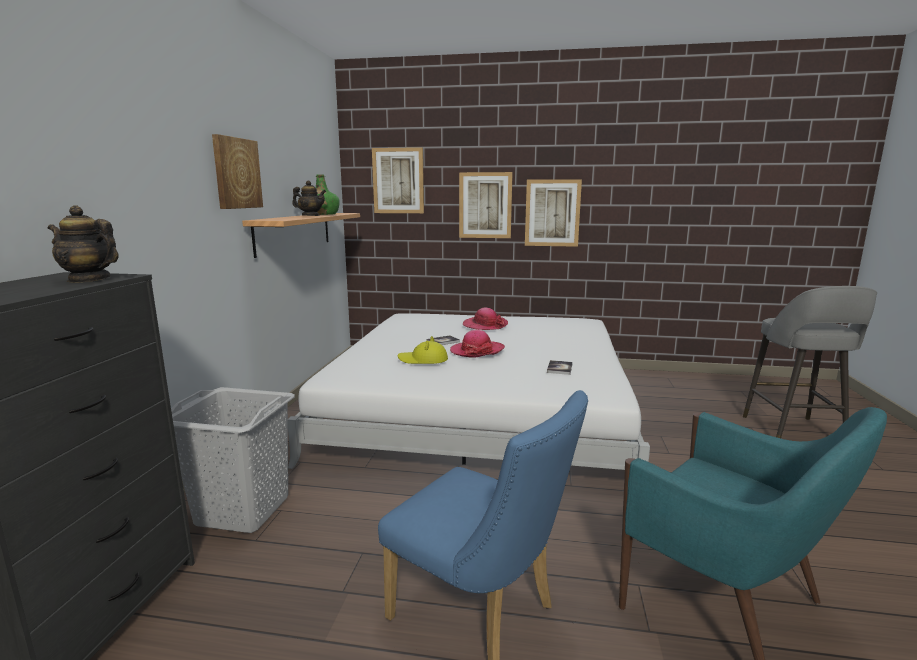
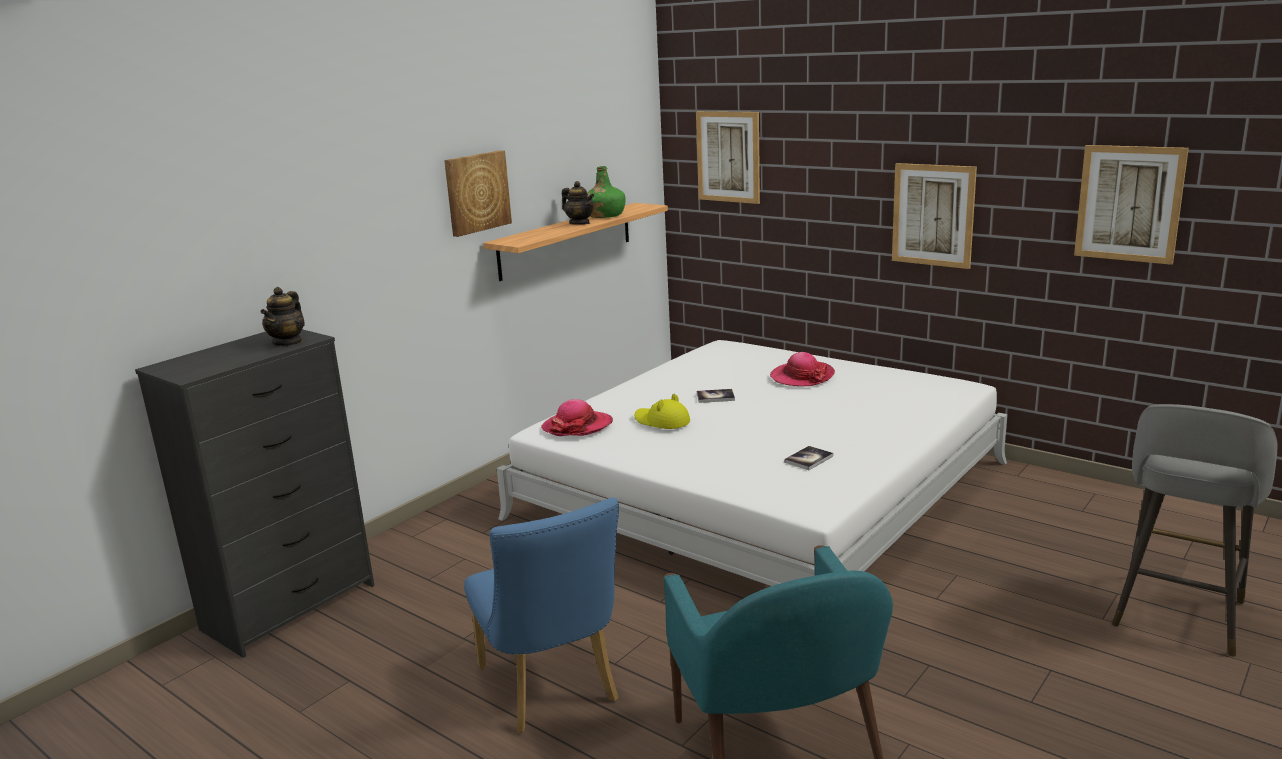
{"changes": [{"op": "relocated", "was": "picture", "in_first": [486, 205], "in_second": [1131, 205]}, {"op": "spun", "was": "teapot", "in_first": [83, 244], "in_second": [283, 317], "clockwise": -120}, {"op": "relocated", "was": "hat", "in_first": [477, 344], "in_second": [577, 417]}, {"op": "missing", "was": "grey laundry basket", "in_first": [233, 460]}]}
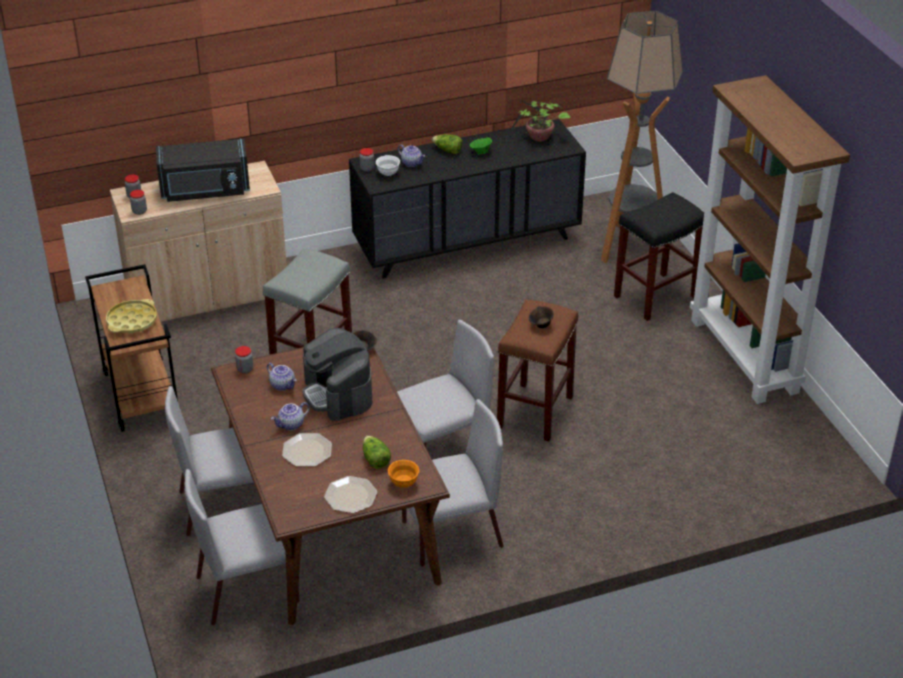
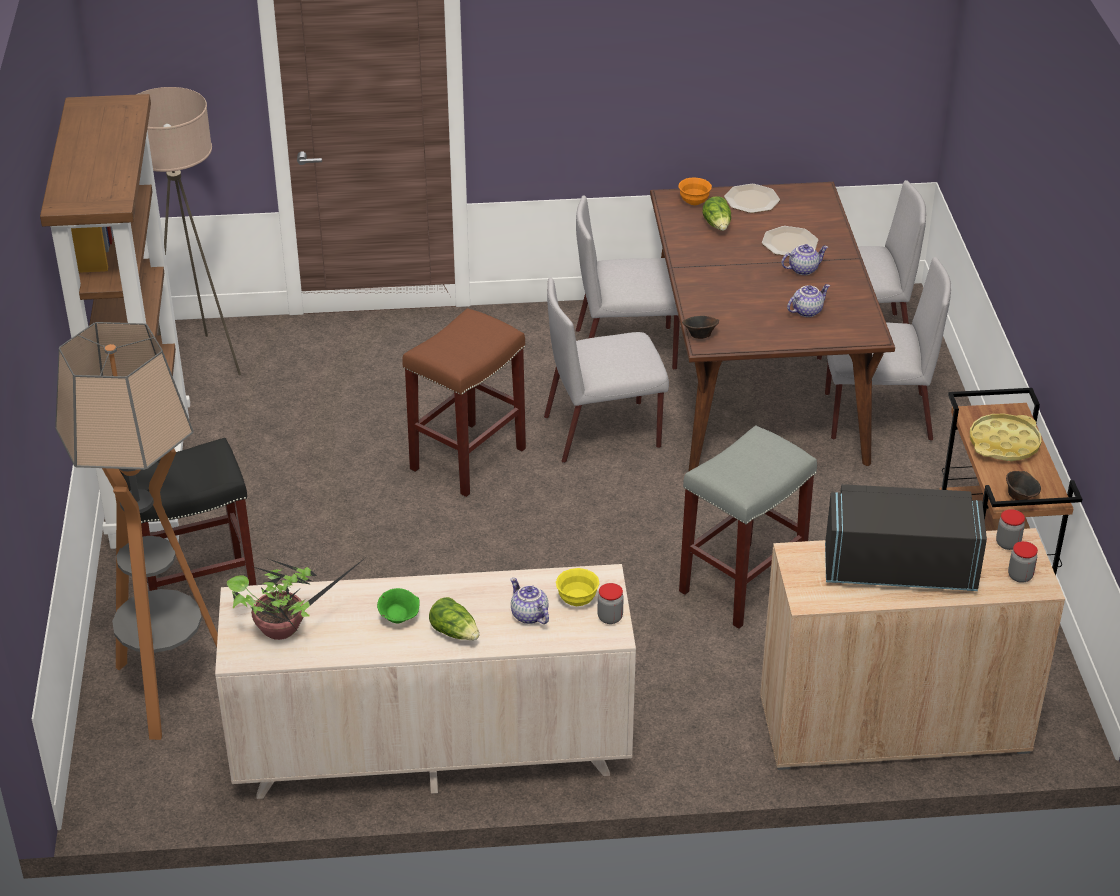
{"changes": [{"op": "colour", "was": "black dresser", "now": "beige dresser", "in_first": [467, 199], "in_second": [425, 681]}, {"op": "colour", "was": "white bowl", "now": "yellow bowl", "in_first": [388, 165], "in_second": [578, 587]}, {"op": "relocated", "was": "brown bowl", "in_first": [541, 317], "in_second": [1023, 485]}, {"op": "missing", "was": "coffee machine", "in_first": [337, 374]}, {"op": "missing", "was": "jar", "in_first": [244, 360]}, {"op": "spun", "was": "teapot", "in_first": [281, 377], "in_second": [808, 300], "clockwise": 90}, {"op": "appeared", "now": "beige floor lamp", "in_second": [188, 231]}]}
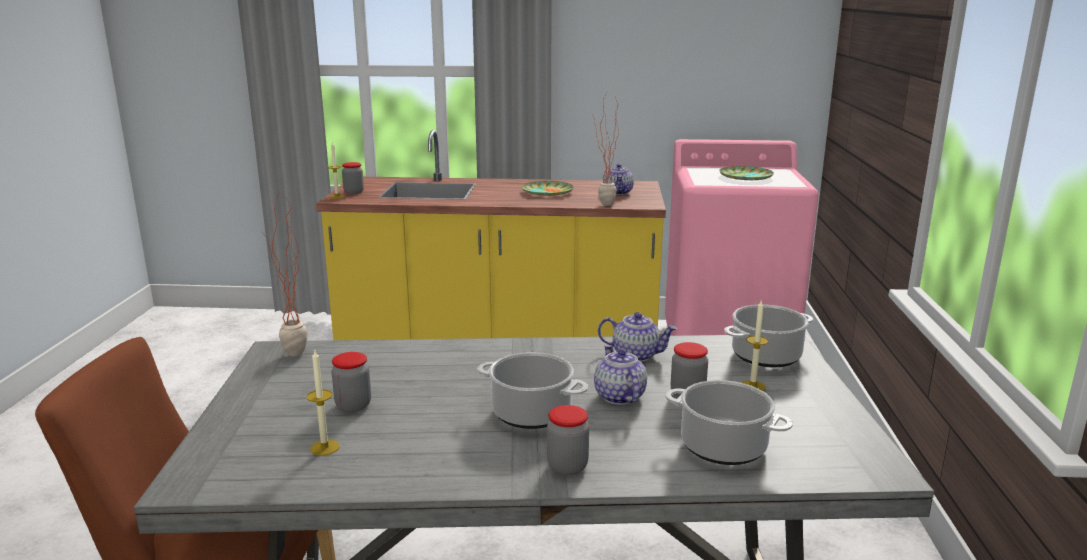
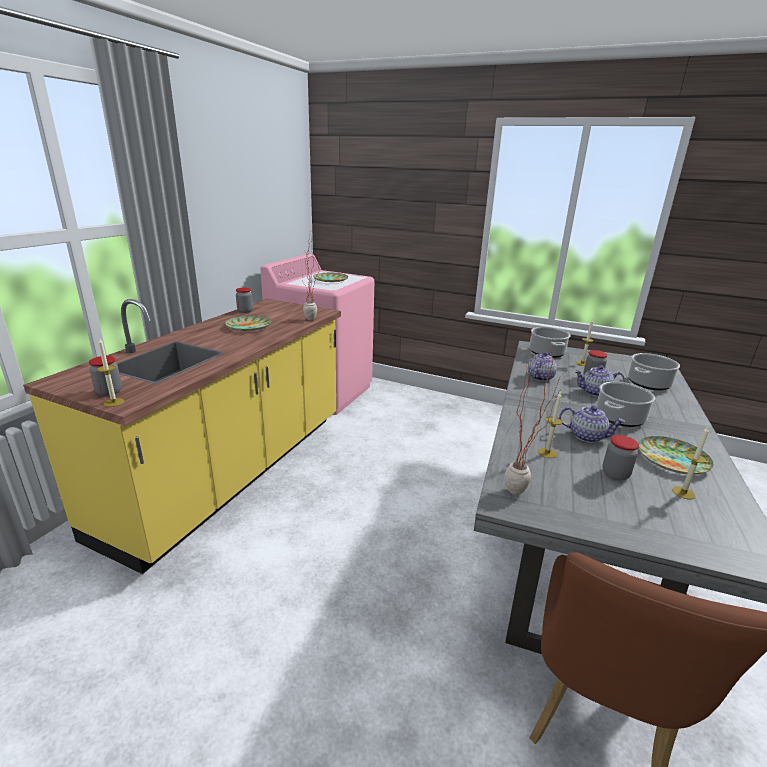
{"changes": [{"op": "relocated", "was": "teapot", "in_first": [619, 179], "in_second": [592, 424]}, {"op": "relocated", "was": "jar", "in_first": [568, 440], "in_second": [244, 300]}, {"op": "appeared", "now": "candle", "in_second": [550, 425]}, {"op": "appeared", "now": "plate", "in_second": [676, 455]}]}
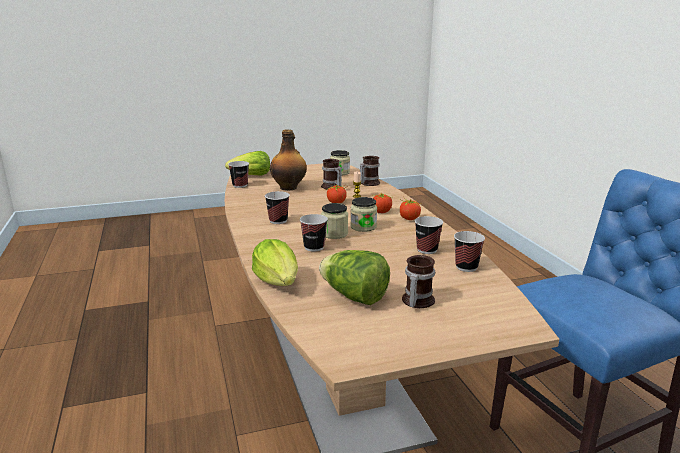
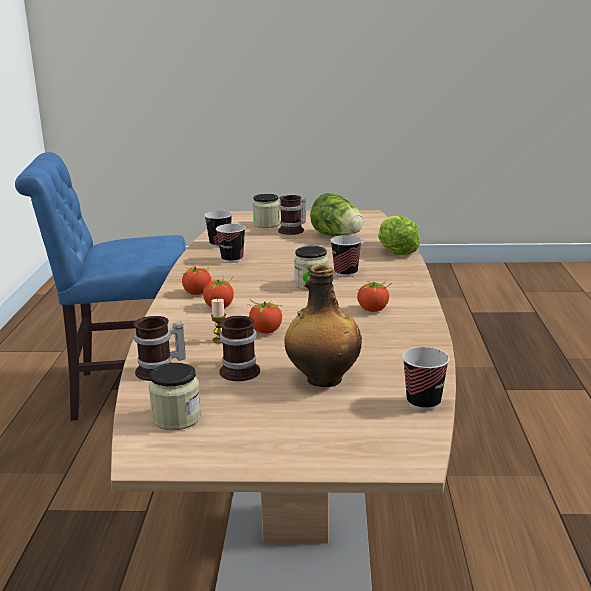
{"changes": [{"op": "missing", "was": "lettuce", "in_first": [247, 163]}, {"op": "exchanged", "was": "cup", "now": "tomato", "in_first": [277, 207], "in_second": [373, 296]}, {"op": "relocated", "was": "jar", "in_first": [363, 214], "in_second": [266, 211]}]}
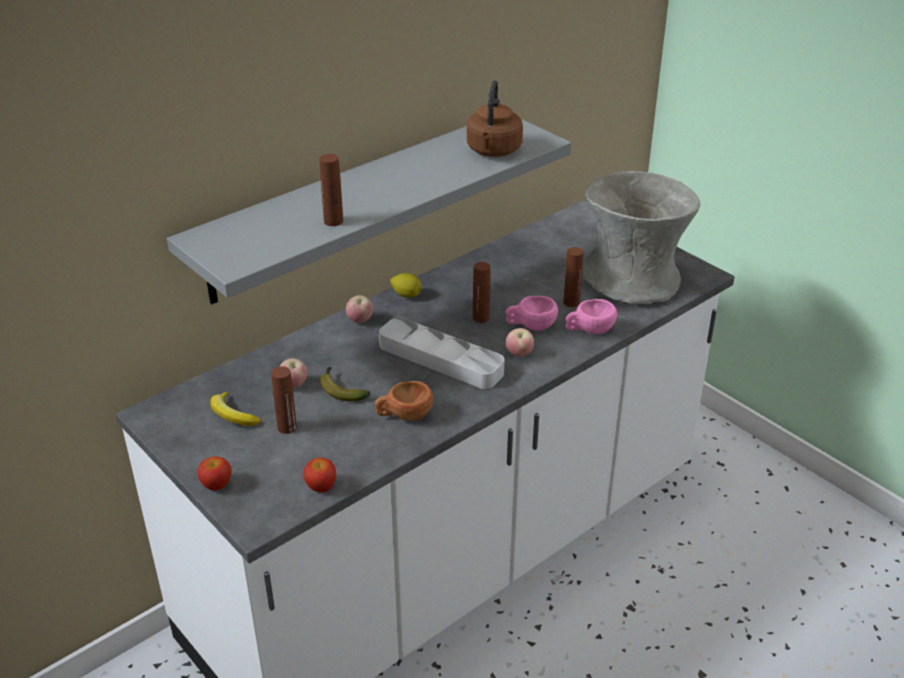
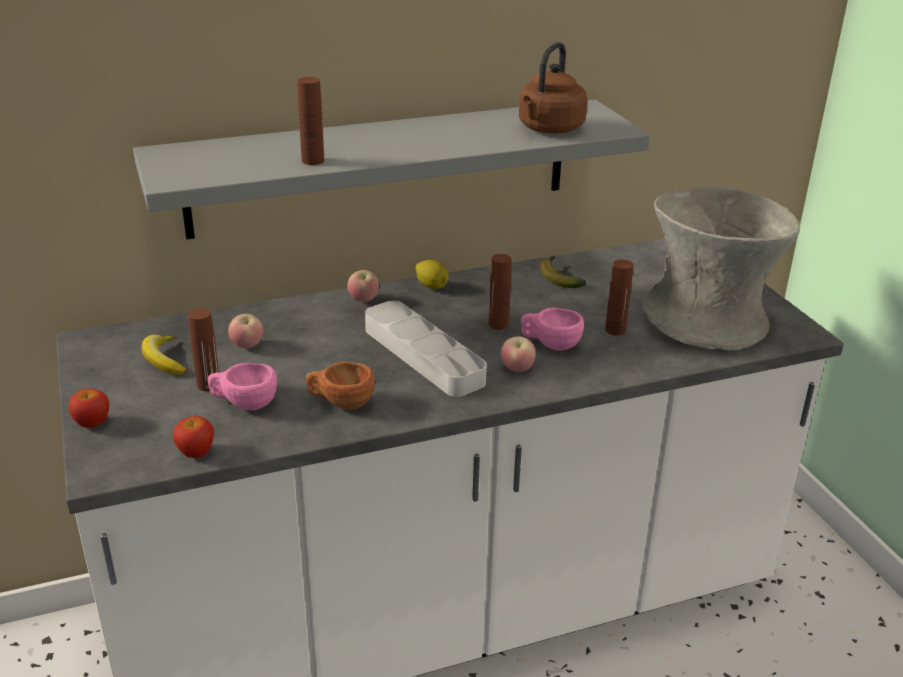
{"changes": [{"op": "relocated", "was": "pink cup", "in_first": [591, 316], "in_second": [242, 386]}, {"op": "relocated", "was": "banana", "in_first": [345, 384], "in_second": [563, 272]}]}
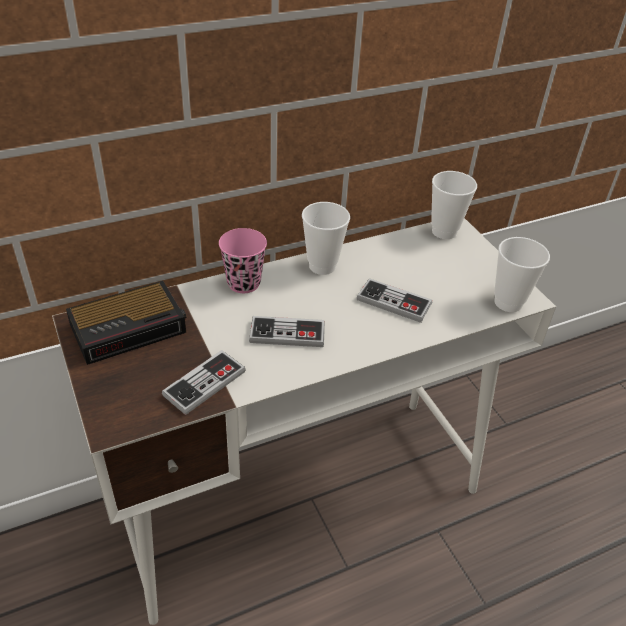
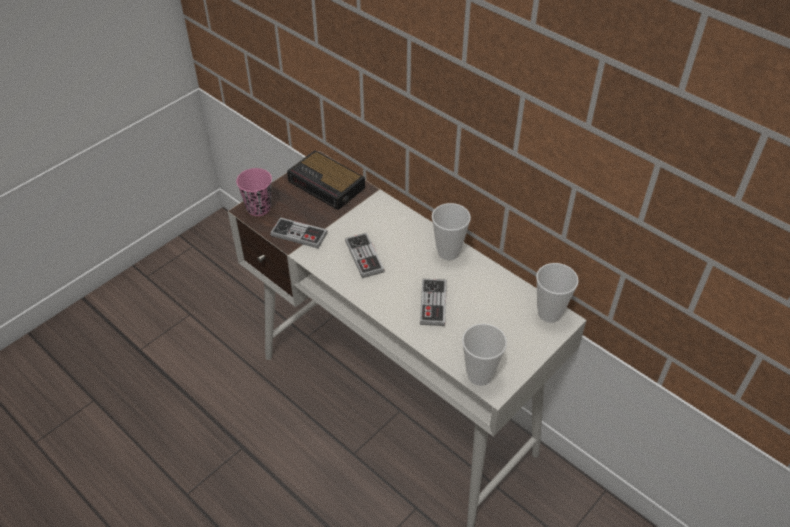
{"changes": [{"op": "relocated", "was": "pink cup", "in_first": [243, 260], "in_second": [254, 192]}]}
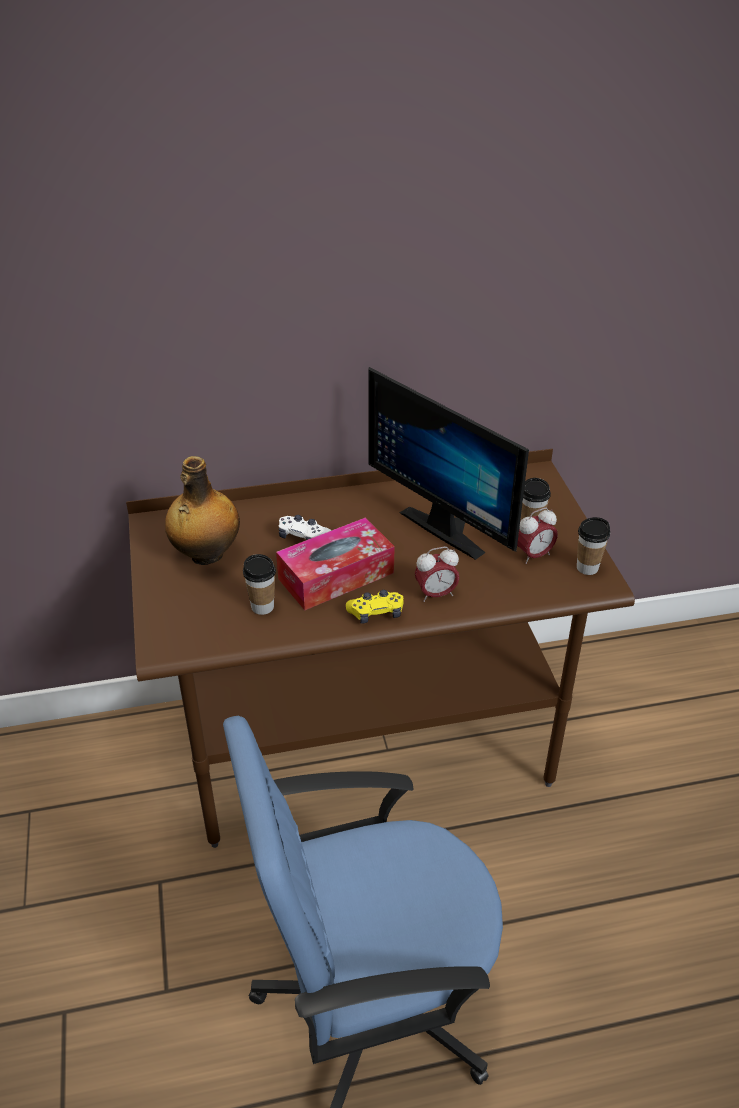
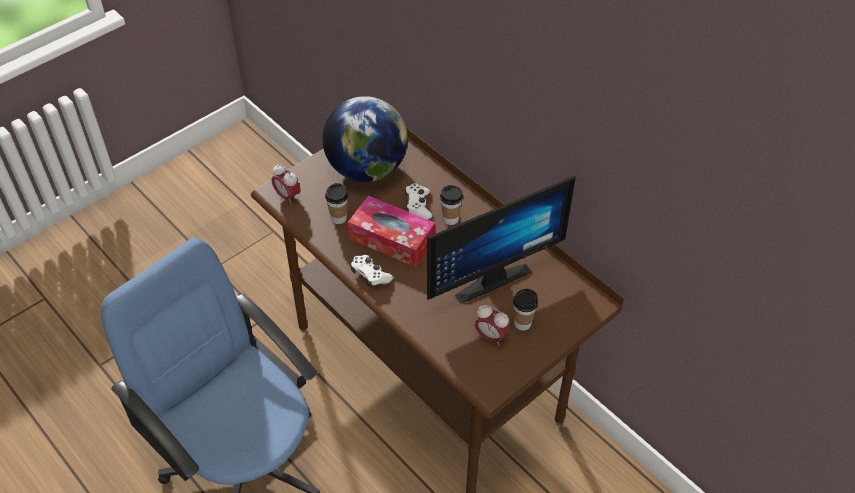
{"changes": [{"op": "spun", "was": "monitor", "in_first": [448, 463], "in_second": [501, 240], "clockwise": -135}, {"op": "exchanged", "was": "bottle", "now": "globe", "in_first": [202, 510], "in_second": [365, 139]}, {"op": "relocated", "was": "cup", "in_first": [593, 546], "in_second": [451, 205]}, {"op": "relocated", "was": "alarm clock", "in_first": [437, 574], "in_second": [286, 184]}, {"op": "colour", "was": "yellow game controller", "now": "white game controller", "in_first": [375, 607], "in_second": [372, 271]}]}
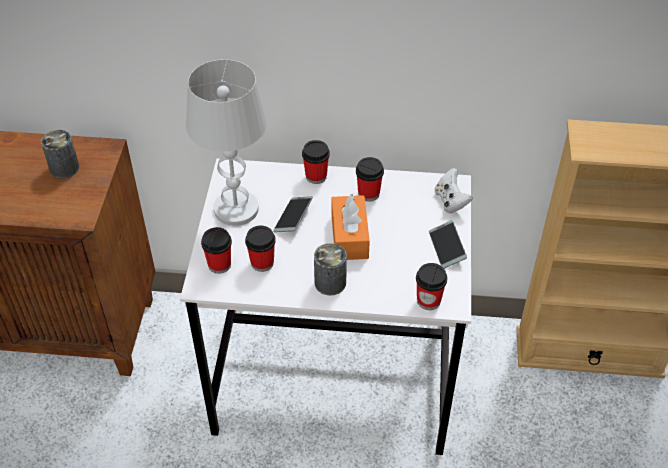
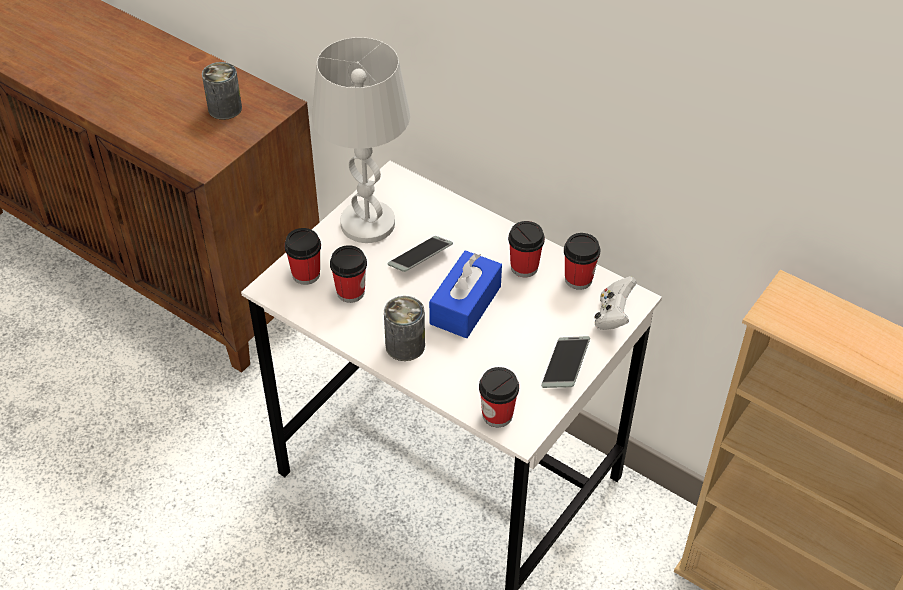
{"changes": [{"op": "relocated", "was": "cup", "in_first": [316, 162], "in_second": [582, 261]}, {"op": "colour", "was": "orange tissue box", "now": "blue tissue box", "in_first": [351, 227], "in_second": [465, 294]}]}
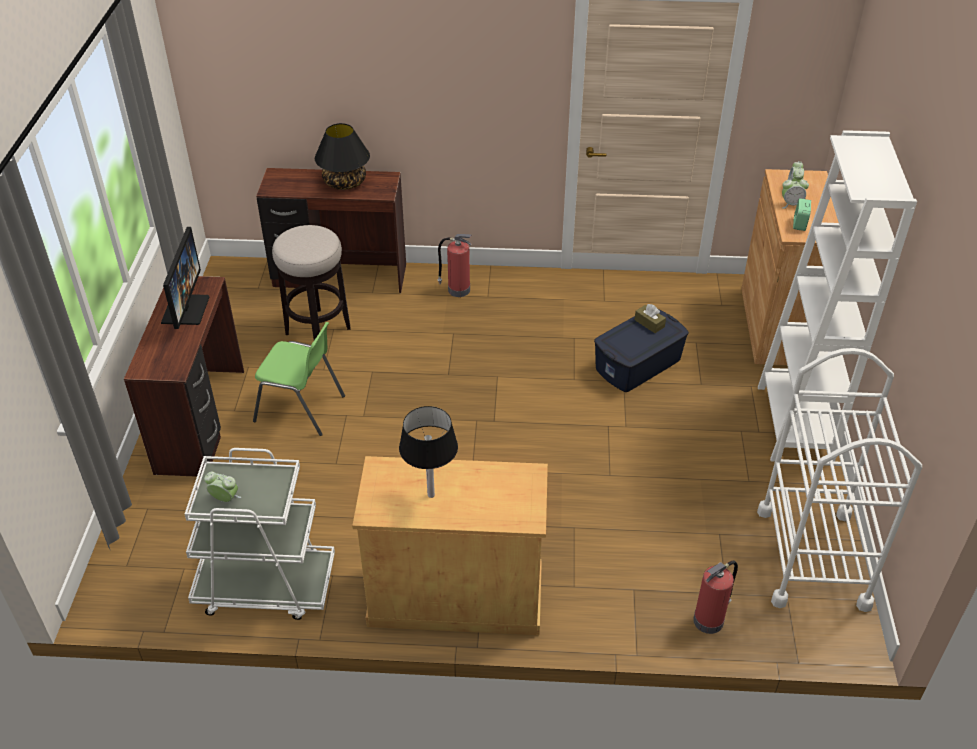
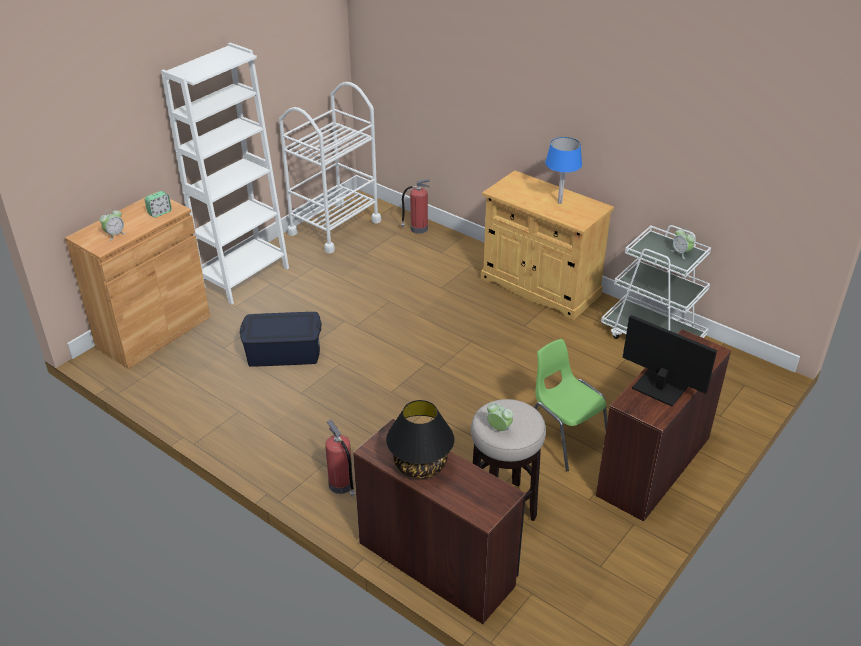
{"changes": [{"op": "relocated", "was": "alarm clock", "in_first": [795, 192], "in_second": [500, 417]}, {"op": "spun", "was": "monitor", "in_first": [185, 278], "in_second": [670, 360], "clockwise": 90}, {"op": "missing", "was": "brown tissue box", "in_first": [650, 318]}, {"op": "colour", "was": "black table lamp", "now": "blue table lamp", "in_first": [428, 452], "in_second": [563, 170]}]}
